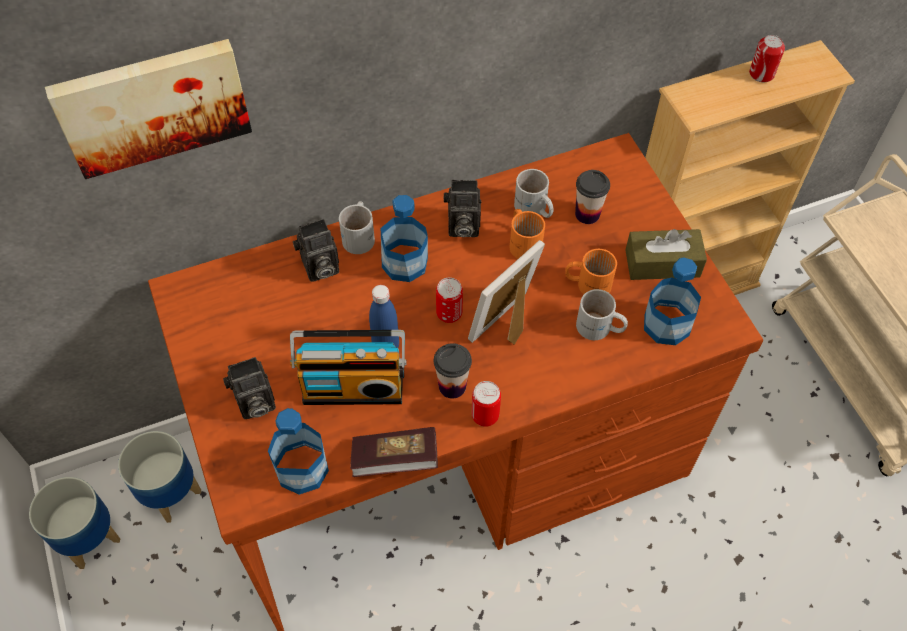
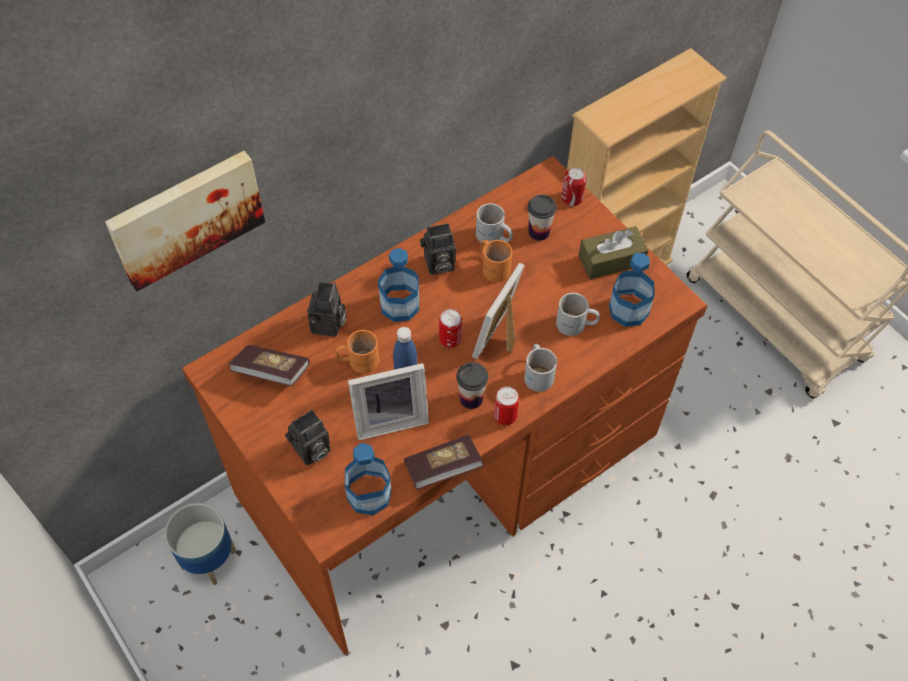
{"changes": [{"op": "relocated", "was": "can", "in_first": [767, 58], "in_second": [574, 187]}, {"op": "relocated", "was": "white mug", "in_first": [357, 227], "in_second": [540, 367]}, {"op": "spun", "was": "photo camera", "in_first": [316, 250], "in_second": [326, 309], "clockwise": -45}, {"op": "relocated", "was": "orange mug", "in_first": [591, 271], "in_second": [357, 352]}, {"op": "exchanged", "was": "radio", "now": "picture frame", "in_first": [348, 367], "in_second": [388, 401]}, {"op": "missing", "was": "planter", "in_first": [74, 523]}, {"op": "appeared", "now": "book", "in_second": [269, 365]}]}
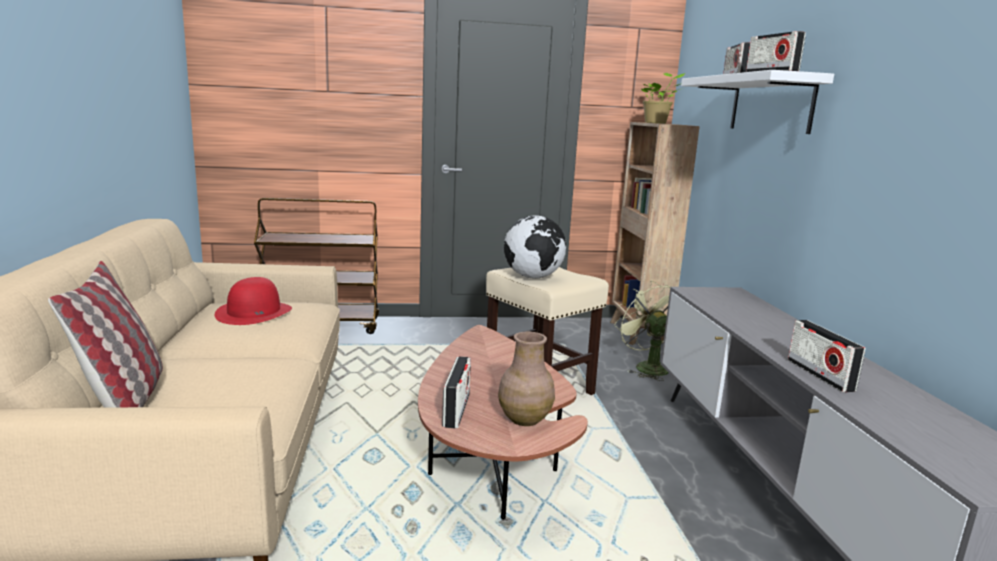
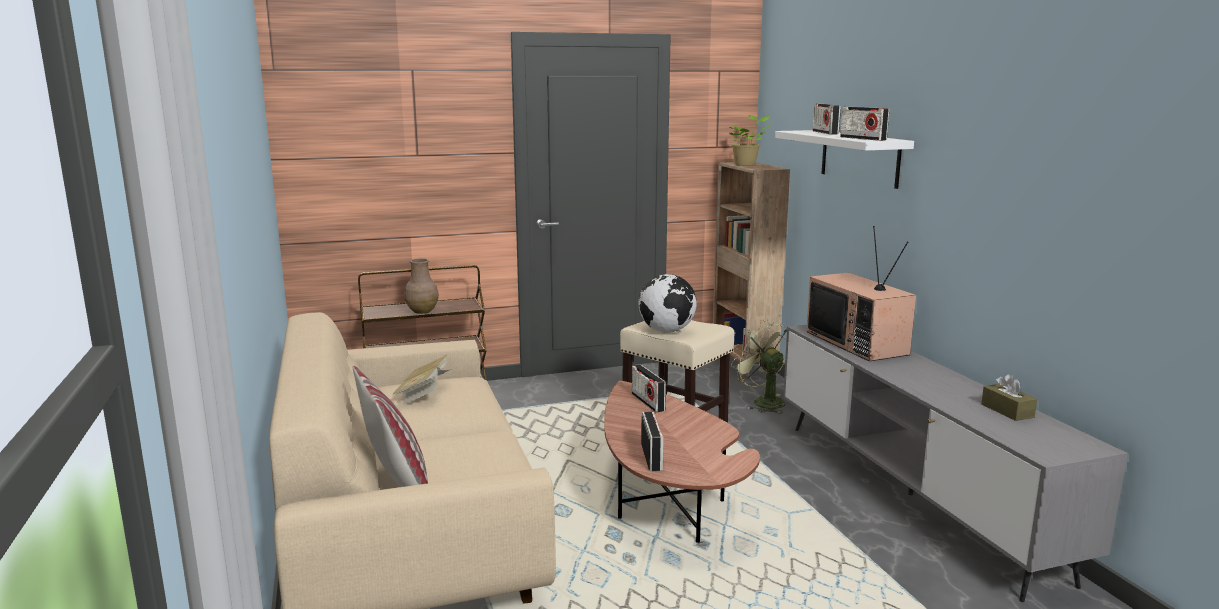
{"changes": [{"op": "exchanged", "was": "red hat", "now": "book", "in_first": [253, 301], "in_second": [421, 380]}, {"op": "relocated", "was": "radio", "in_first": [827, 356], "in_second": [649, 388]}, {"op": "relocated", "was": "brown vase", "in_first": [526, 378], "in_second": [421, 286]}, {"op": "appeared", "now": "television", "in_second": [861, 293]}, {"op": "appeared", "now": "brown tissue box", "in_second": [1009, 397]}]}
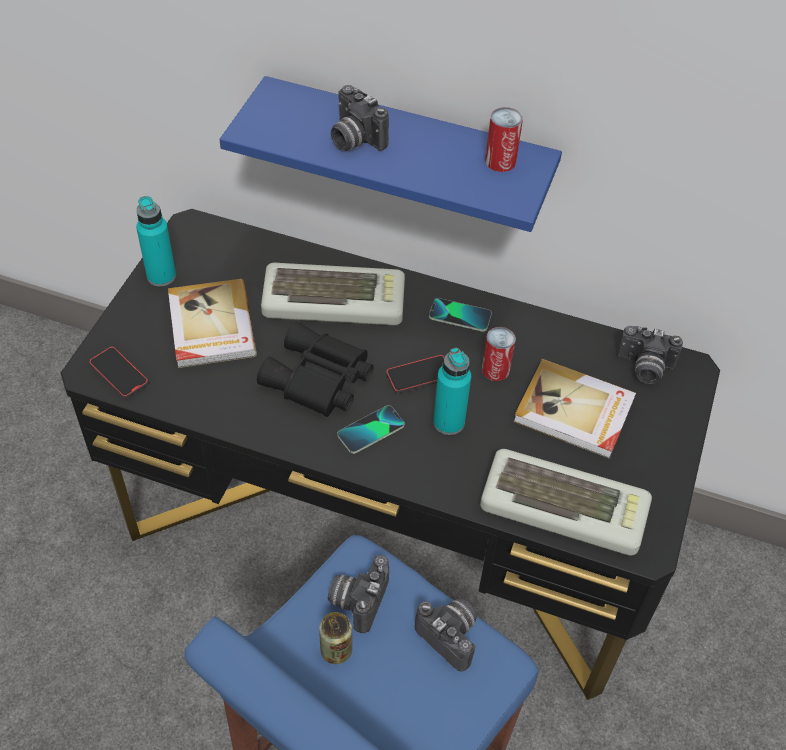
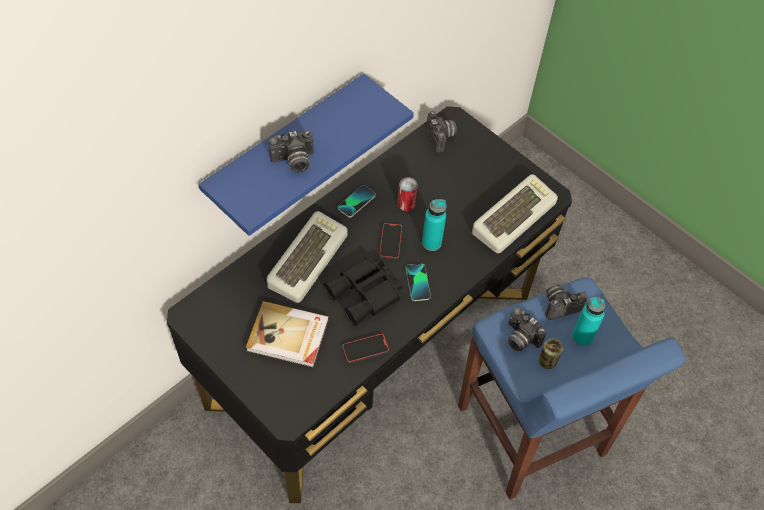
{"changes": [{"op": "missing", "was": "can", "in_first": [504, 139]}, {"op": "relocated", "was": "turquoise bottle", "in_first": [156, 241], "in_second": [588, 321]}, {"op": "spun", "was": "photo camera", "in_first": [650, 355], "in_second": [441, 132], "clockwise": -60}, {"op": "relocated", "was": "phone", "in_first": [118, 373], "in_second": [365, 348]}, {"op": "missing", "was": "book", "in_first": [574, 409]}]}
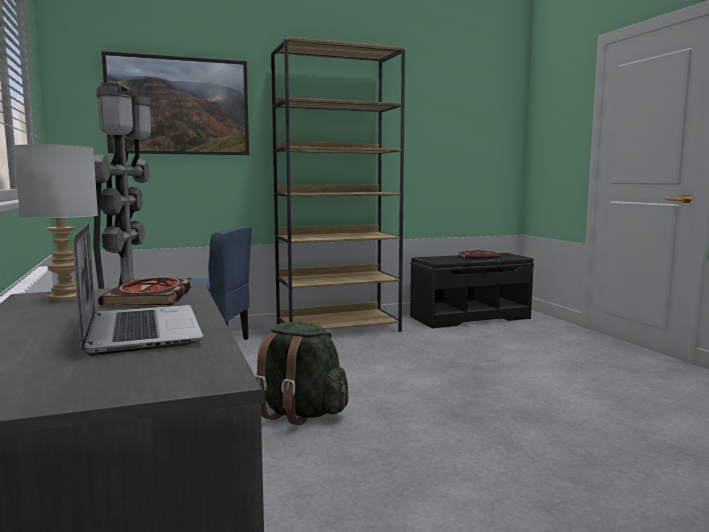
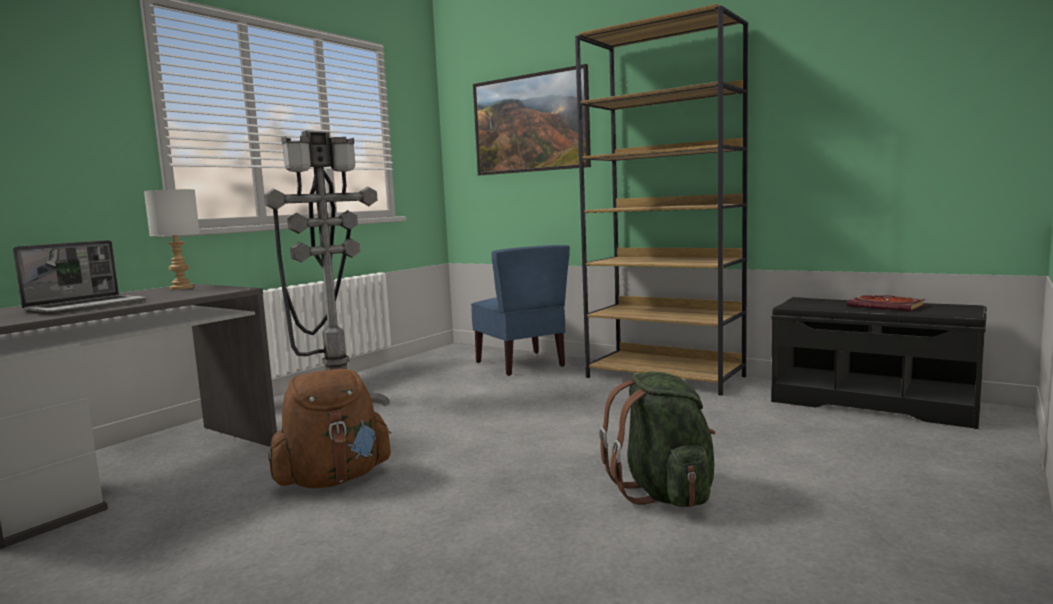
{"changes": [{"op": "missing", "was": "book", "in_first": [145, 291]}, {"op": "relocated", "was": "green backpack", "in_first": [301, 373], "in_second": [657, 439]}, {"op": "appeared", "now": "brown backpack", "in_second": [329, 428]}]}
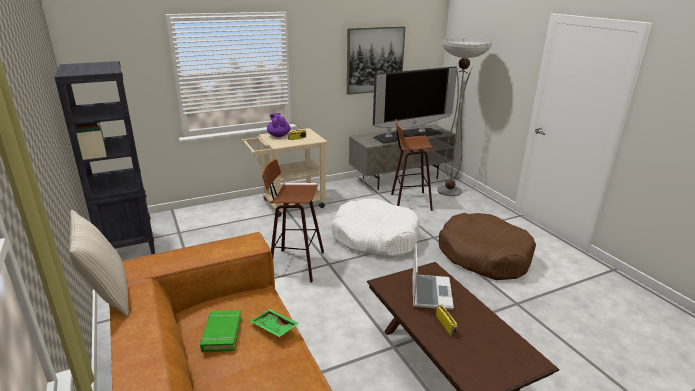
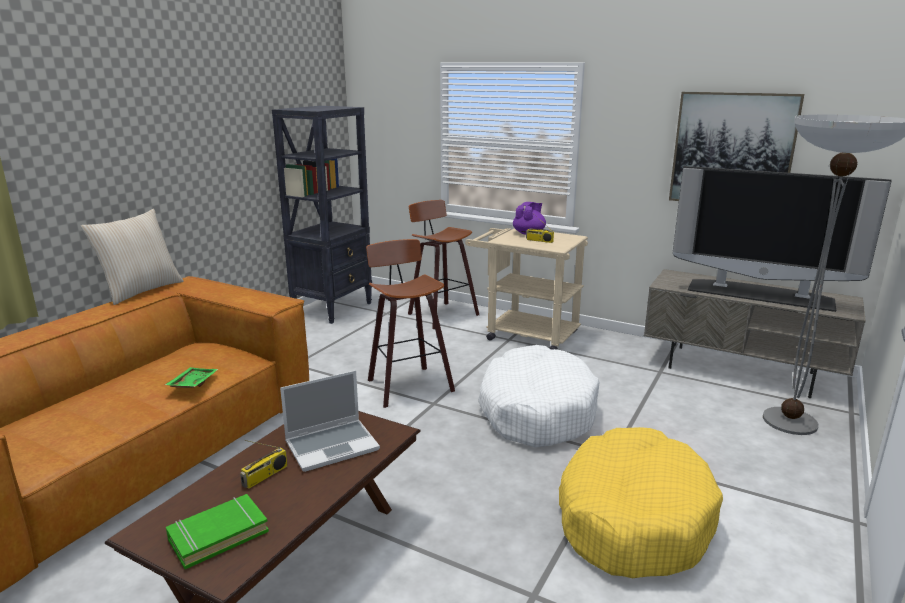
{"changes": [{"op": "relocated", "was": "stool", "in_first": [412, 165], "in_second": [443, 264]}, {"op": "colour", "was": "brown dog bed", "now": "yellow dog bed", "in_first": [487, 246], "in_second": [641, 502]}, {"op": "relocated", "was": "green book", "in_first": [220, 331], "in_second": [217, 531]}]}
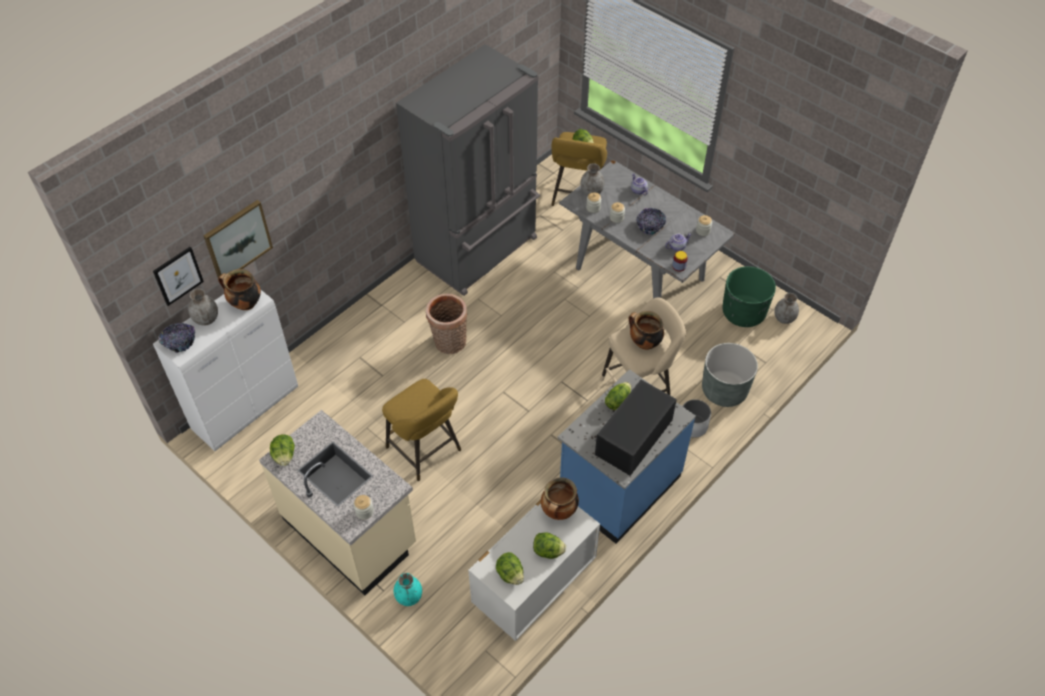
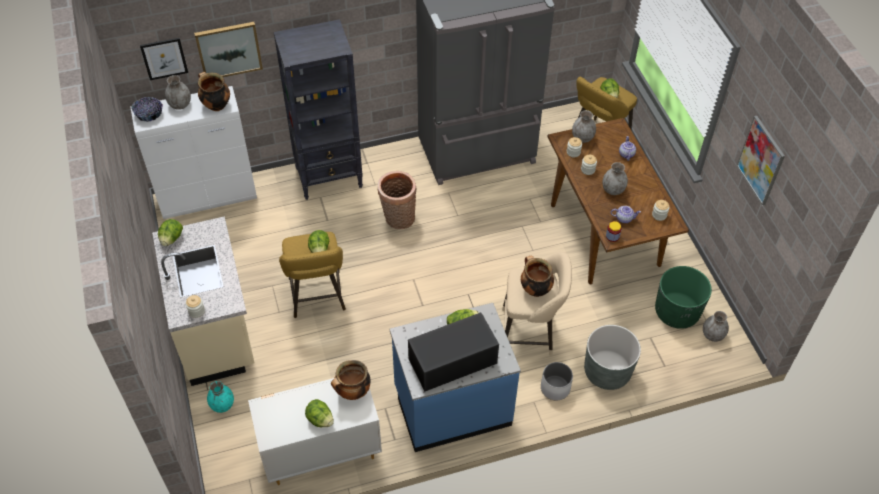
{"changes": [{"op": "colour", "was": "grey dining table", "now": "brown dining table", "in_first": [647, 229], "in_second": [618, 201]}, {"op": "exchanged", "was": "bowl", "now": "grey vase", "in_first": [651, 221], "in_second": [615, 178]}, {"op": "relocated", "was": "lettuce", "in_first": [510, 568], "in_second": [318, 241]}, {"op": "appeared", "now": "black bookcase", "in_second": [318, 109]}, {"op": "appeared", "now": "picture", "in_second": [761, 160]}]}
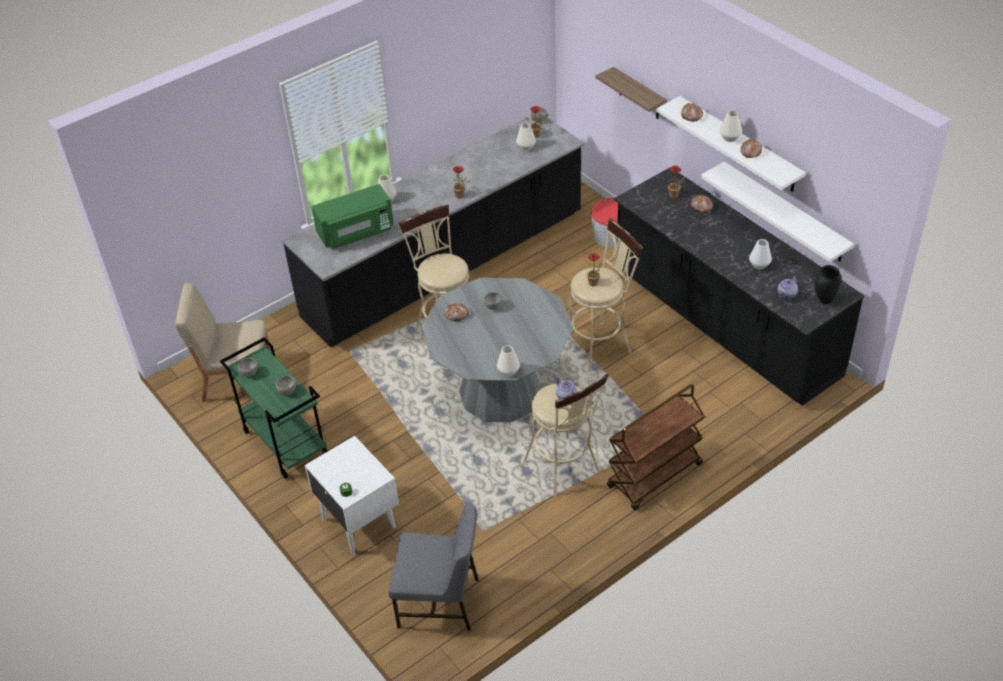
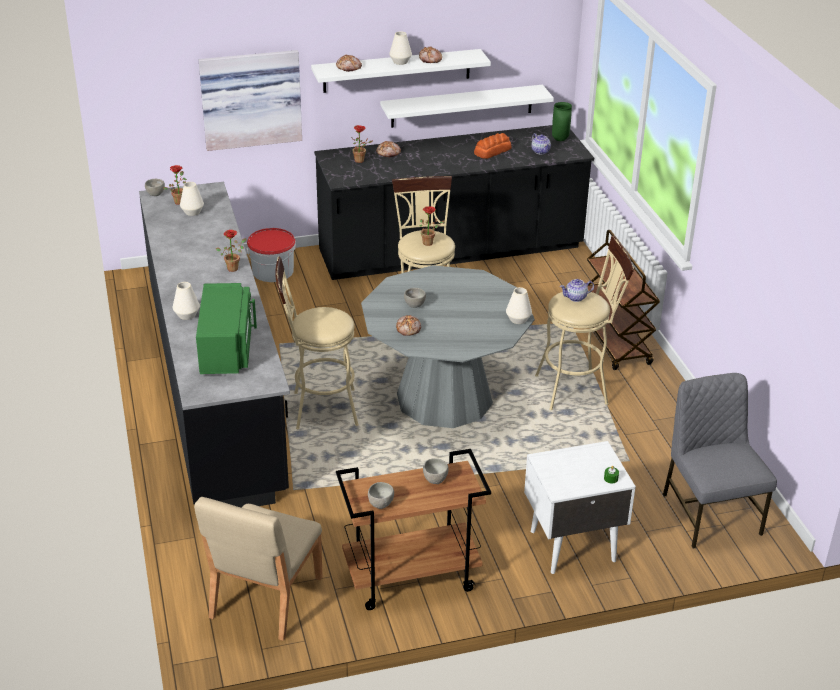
{"changes": [{"op": "exchanged", "was": "shelf", "now": "picture", "in_first": [631, 93], "in_second": [250, 100]}, {"op": "exchanged", "was": "white vase", "now": "bread", "in_first": [760, 254], "in_second": [493, 146]}, {"op": "colour", "was": "black vase", "now": "green vase", "in_first": [828, 284], "in_second": [562, 121]}, {"op": "colour", "was": "green cart", "now": "brown cart", "in_first": [274, 408], "in_second": [413, 529]}, {"op": "spun", "was": "grey chair", "in_first": [433, 567], "in_second": [720, 461], "clockwise": -45}]}
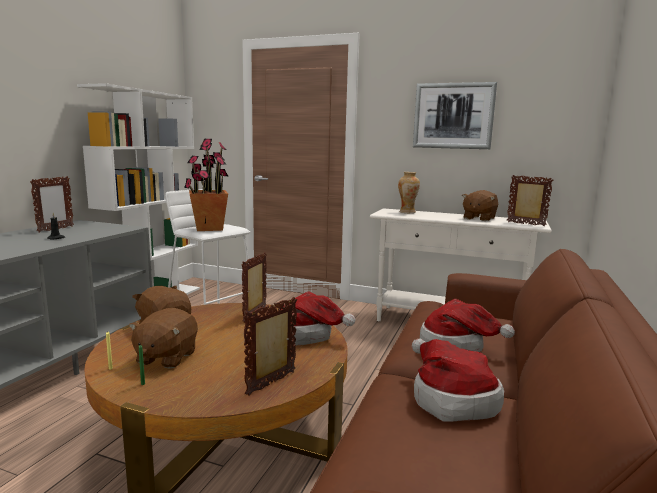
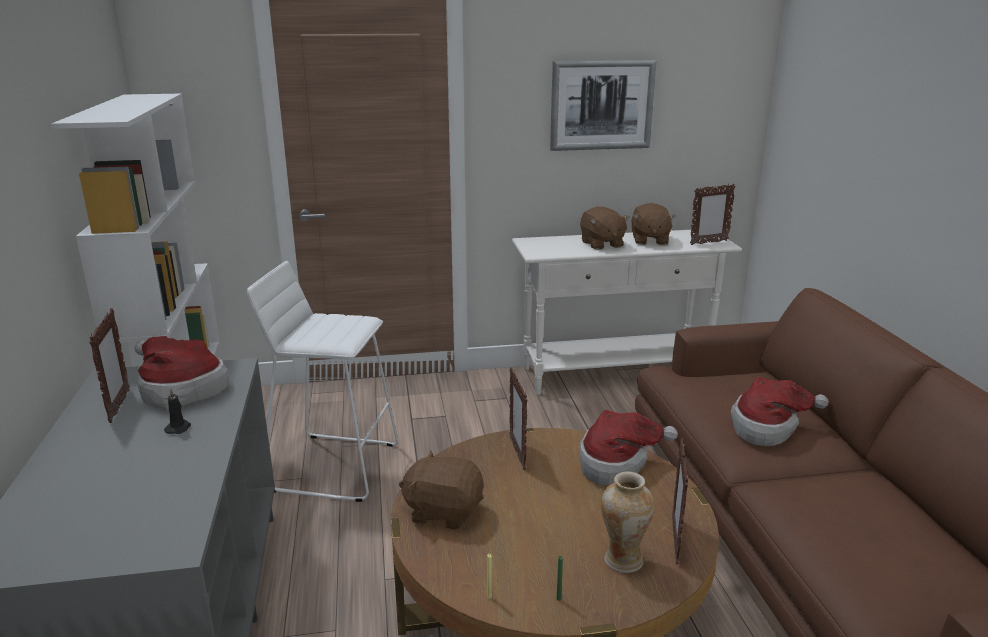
{"changes": [{"op": "missing", "was": "potted plant", "in_first": [206, 185]}, {"op": "relocated", "was": "vase", "in_first": [409, 192], "in_second": [627, 522]}, {"op": "spun", "was": "picture frame", "in_first": [530, 200], "in_second": [713, 214], "clockwise": 150}, {"op": "relocated", "was": "brown plush toy", "in_first": [163, 338], "in_second": [605, 228]}, {"op": "relocated", "was": "hat", "in_first": [458, 380], "in_second": [181, 373]}]}
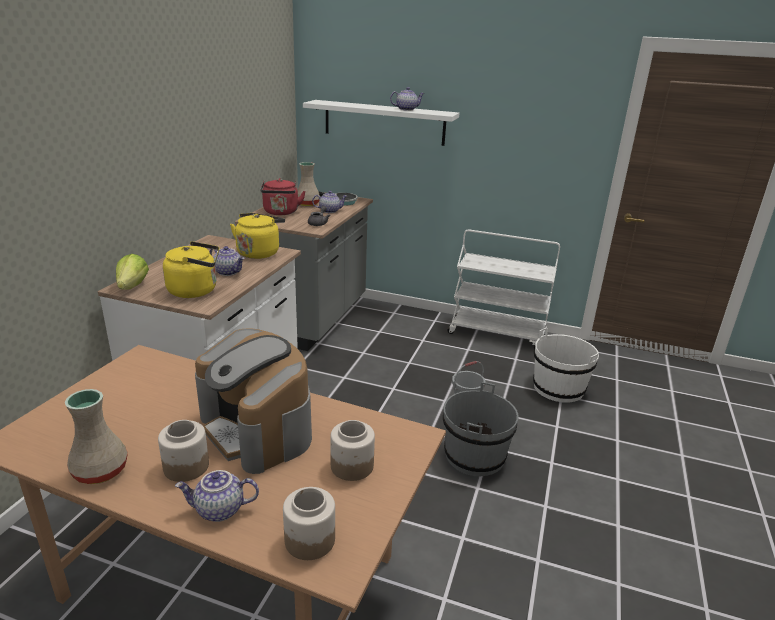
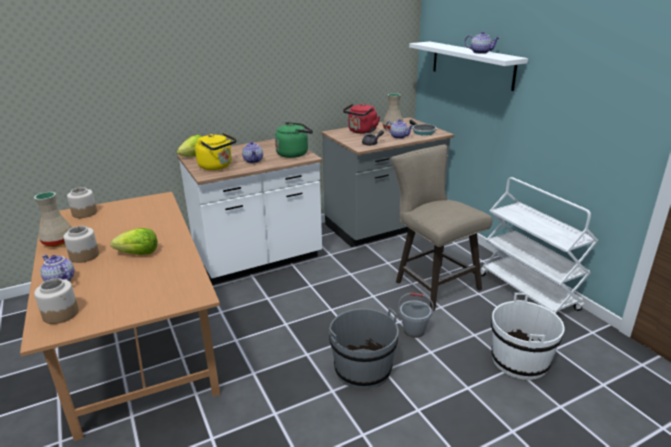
{"changes": [{"op": "colour", "was": "yellow kettle", "now": "green kettle", "in_first": [257, 236], "in_second": [294, 140]}, {"op": "exchanged", "was": "coffee machine", "now": "lettuce", "in_first": [253, 401], "in_second": [134, 241]}, {"op": "relocated", "was": "jar", "in_first": [352, 450], "in_second": [82, 202]}, {"op": "appeared", "now": "beige stool", "in_second": [441, 227]}]}
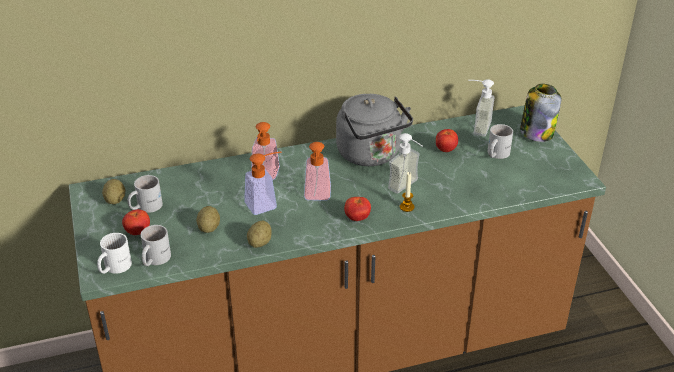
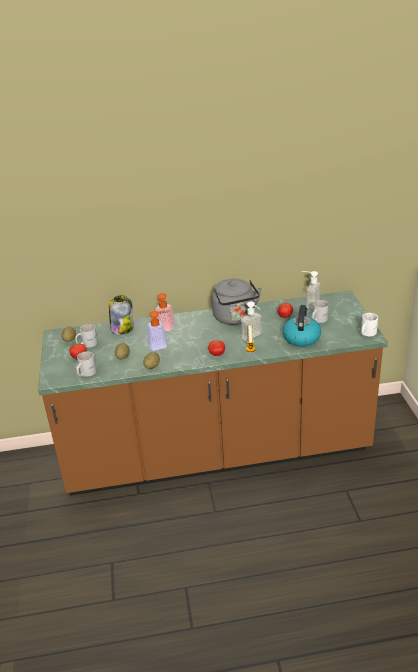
{"changes": [{"op": "relocated", "was": "jar", "in_first": [540, 113], "in_second": [121, 315]}, {"op": "missing", "was": "soap dispenser", "in_first": [317, 171]}, {"op": "relocated", "was": "white mug", "in_first": [114, 253], "in_second": [369, 324]}, {"op": "appeared", "now": "kettle", "in_second": [302, 326]}]}
